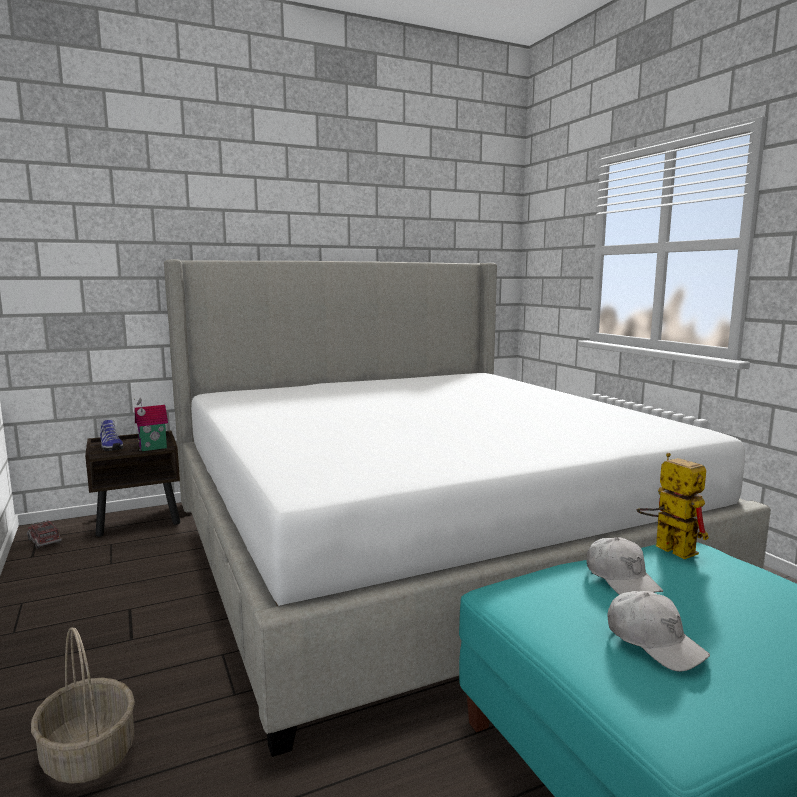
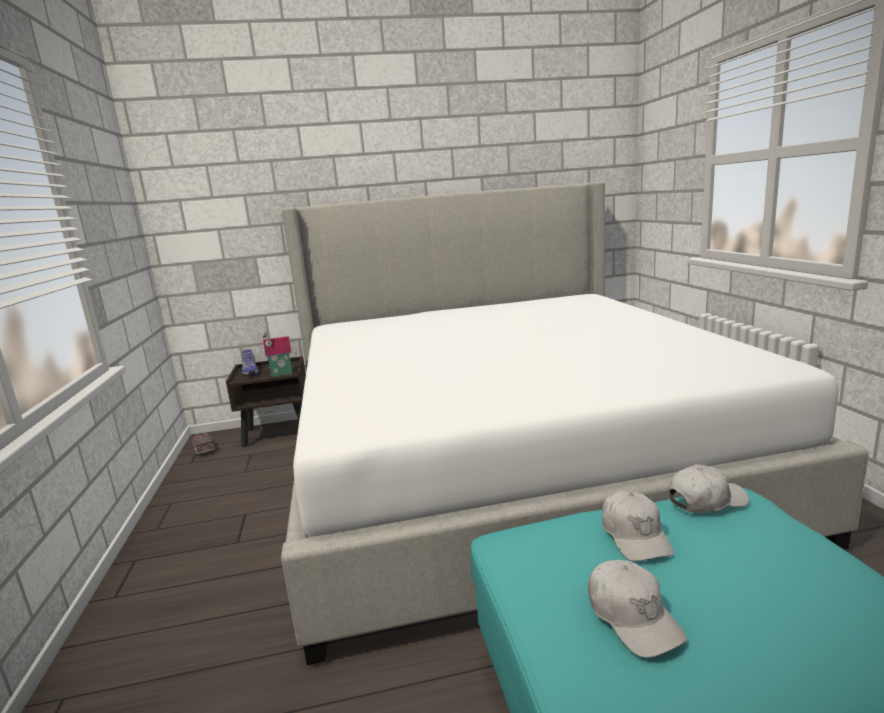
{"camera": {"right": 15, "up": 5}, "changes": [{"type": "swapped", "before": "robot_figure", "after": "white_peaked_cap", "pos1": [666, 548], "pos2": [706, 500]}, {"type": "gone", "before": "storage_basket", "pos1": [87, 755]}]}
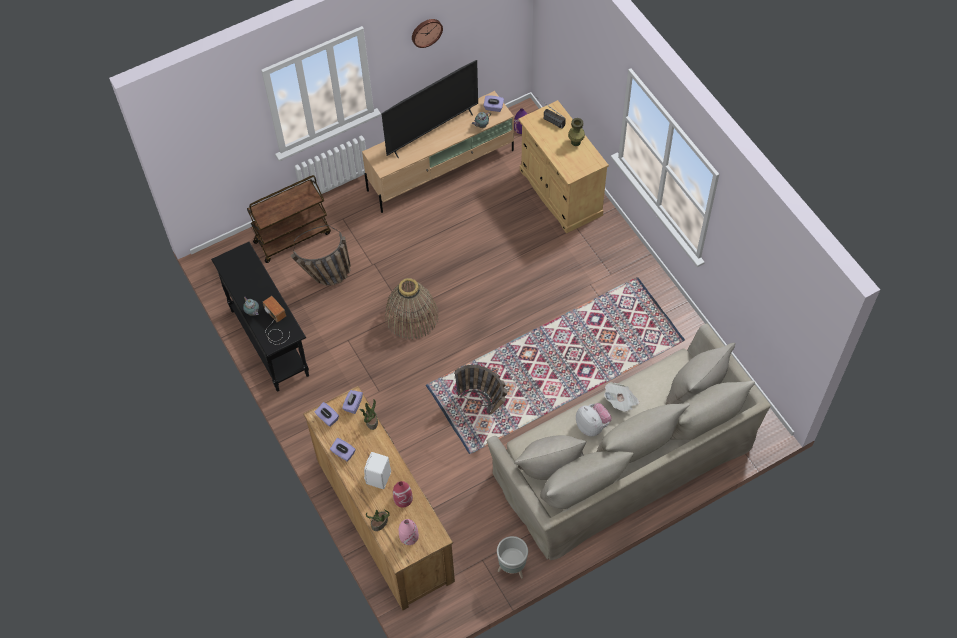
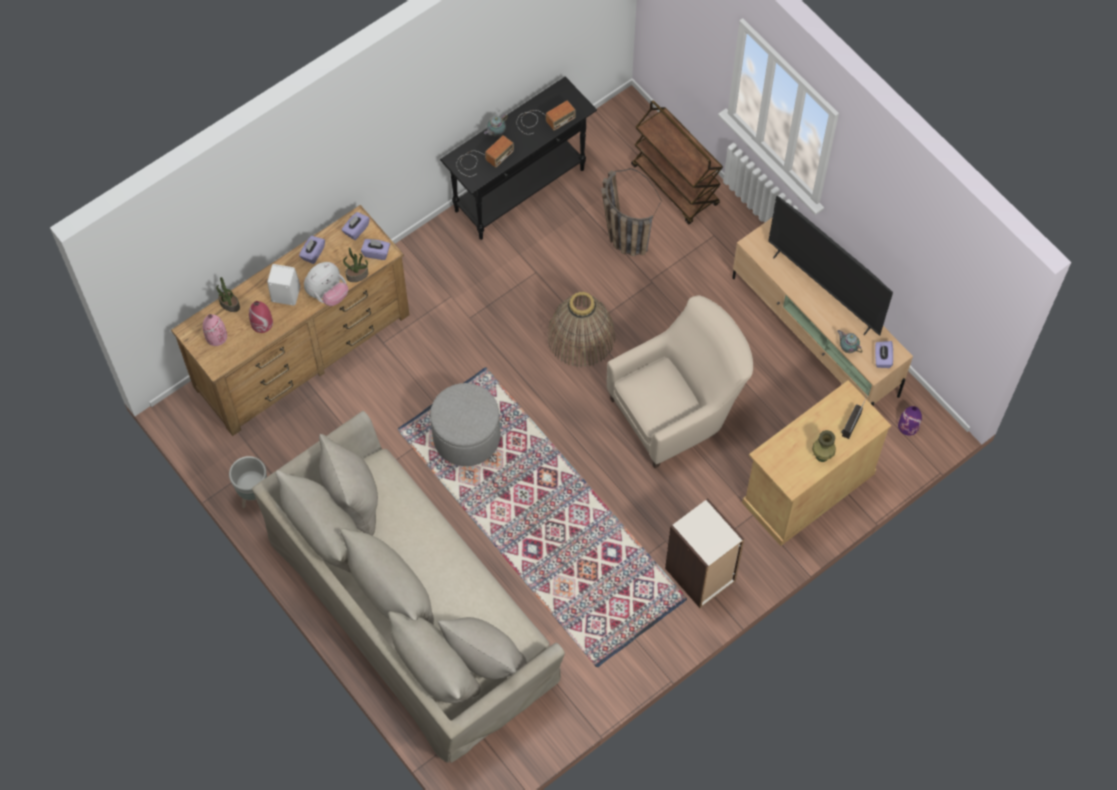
{"camera": {"right": 80, "up": 5}, "changes": [{"type": "shifted", "before": "cuddly_toy", "pos1": [592, 426], "pos2": [327, 294]}, {"type": "swapped", "before": "storage_basket", "after": "gray_footrest", "pos1": [484, 405], "pos2": [466, 436]}, {"type": "new", "after": "radio_set", "pos2": [543, 120]}, {"type": "new", "after": "beige_lounge_chair", "pos2": [678, 410]}, {"type": "new", "after": "bookshelf", "pos2": [700, 575]}, {"type": "gone", "before": "hanging_clock", "pos1": [426, 32]}, {"type": "gone", "before": "printed_paper", "pos1": [621, 401]}]}
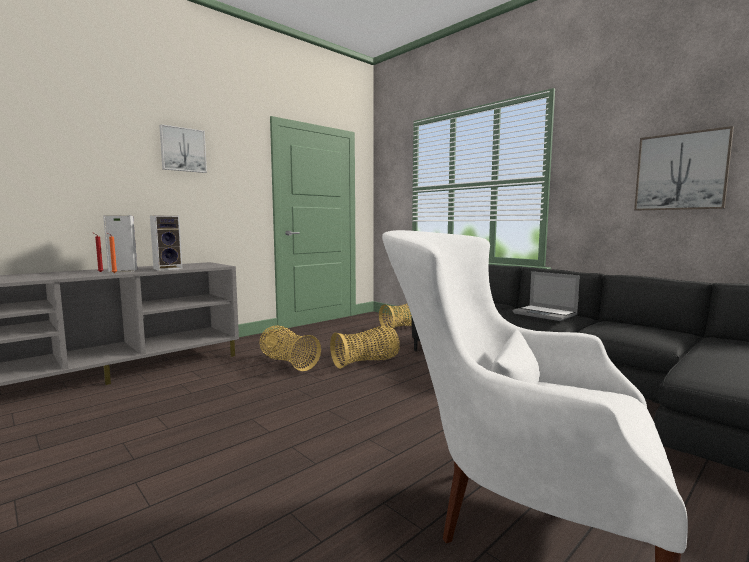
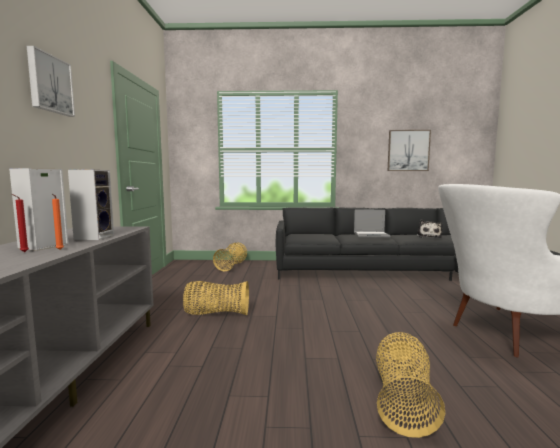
{"camera": {"right": -45, "up": 0}, "changes": [{"type": "shifted", "before": "storage_basket", "pos1": [366, 362], "pos2": [403, 400]}, {"type": "new", "after": "cuddly_toy", "pos2": [428, 236]}]}
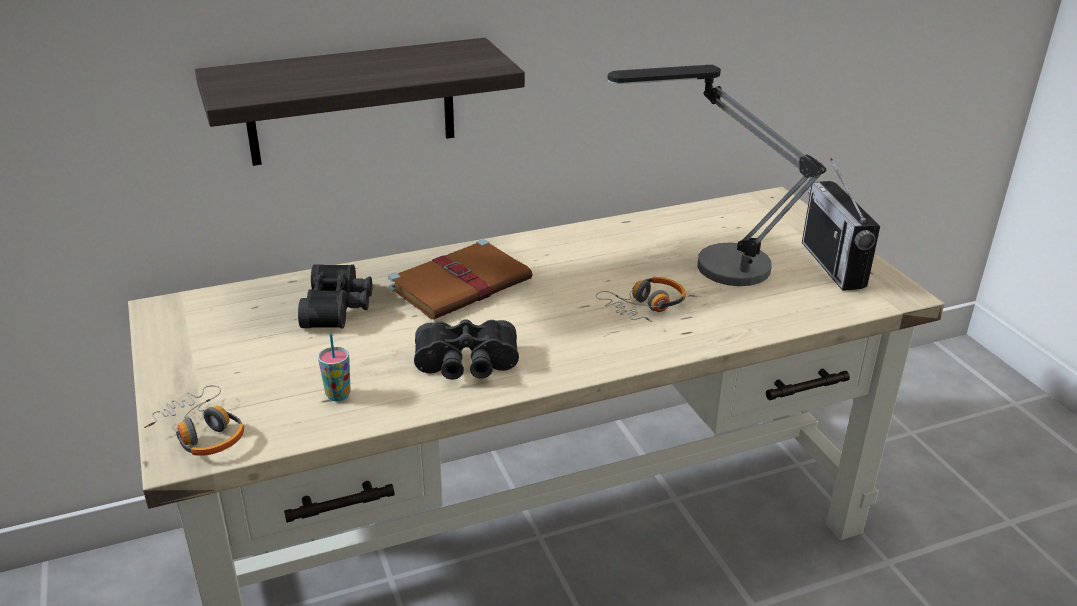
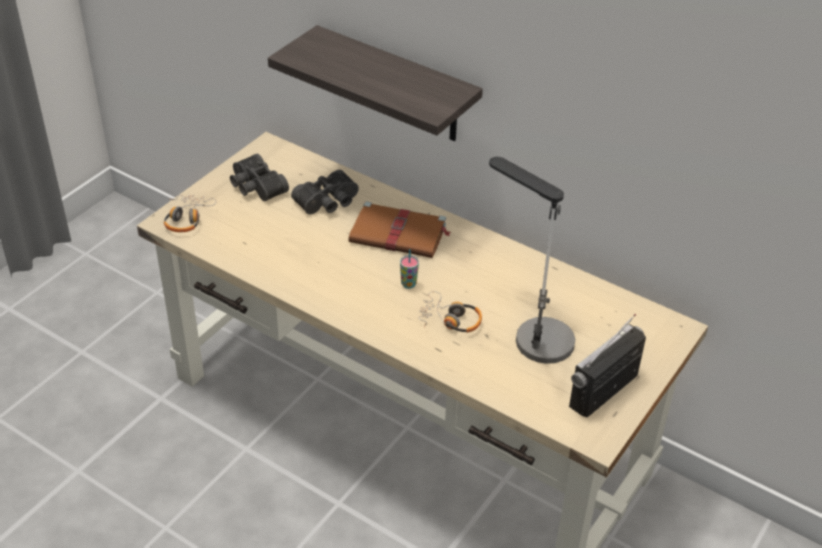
{"camera": {"right": 55, "up": 10}, "changes": [{"type": "shifted", "before": "blackish_binoculars", "pos1": [466, 365], "pos2": [255, 187]}, {"type": "shifted", "before": "small_cup", "pos1": [338, 395], "pos2": [408, 284]}]}
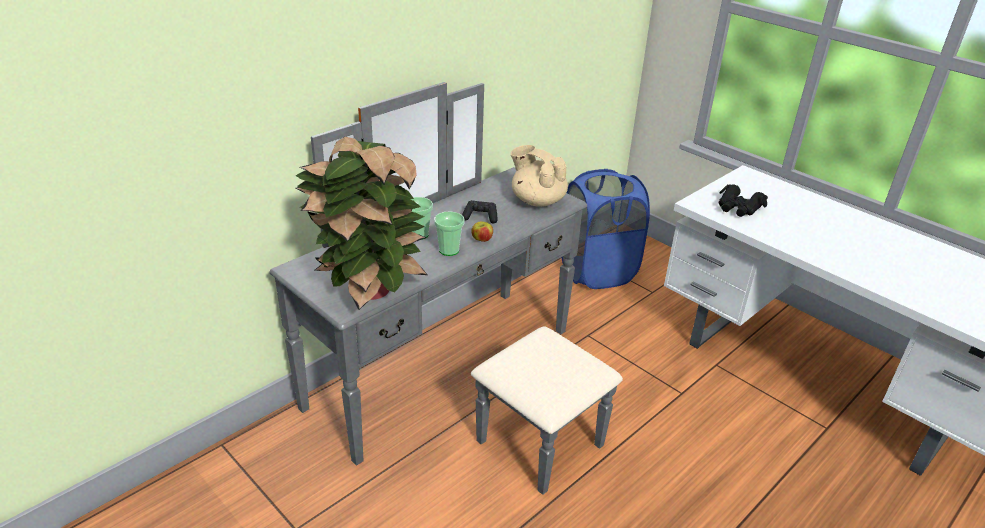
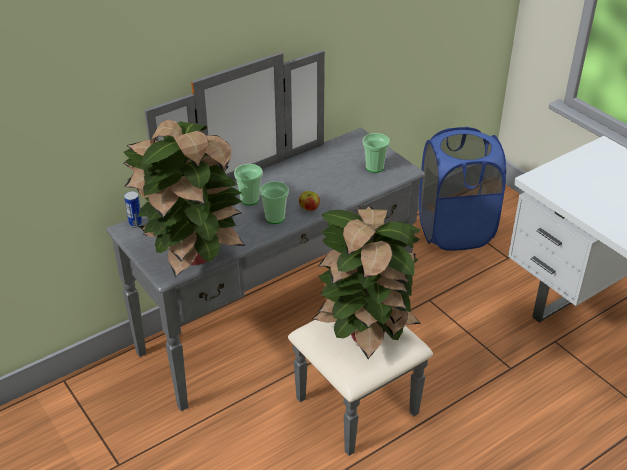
{"camera": {"right": 10, "up": 5}, "changes": [{"type": "new", "after": "can", "pos2": [135, 223]}, {"type": "new", "after": "plant_in_a_pot", "pos2": [366, 331]}, {"type": "swapped", "before": "beige_pot_for_tea", "after": "small_cup", "pos1": [537, 200], "pos2": [374, 167]}, {"type": "gone", "before": "blackish_game_controller", "pos1": [480, 217]}, {"type": "gone", "before": "blackish_binoculars", "pos1": [738, 207]}]}
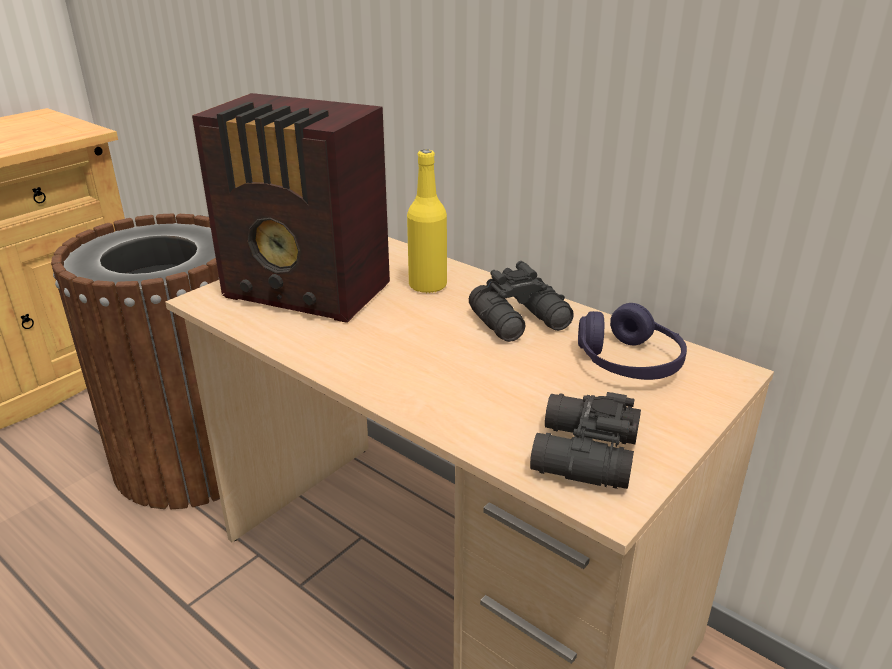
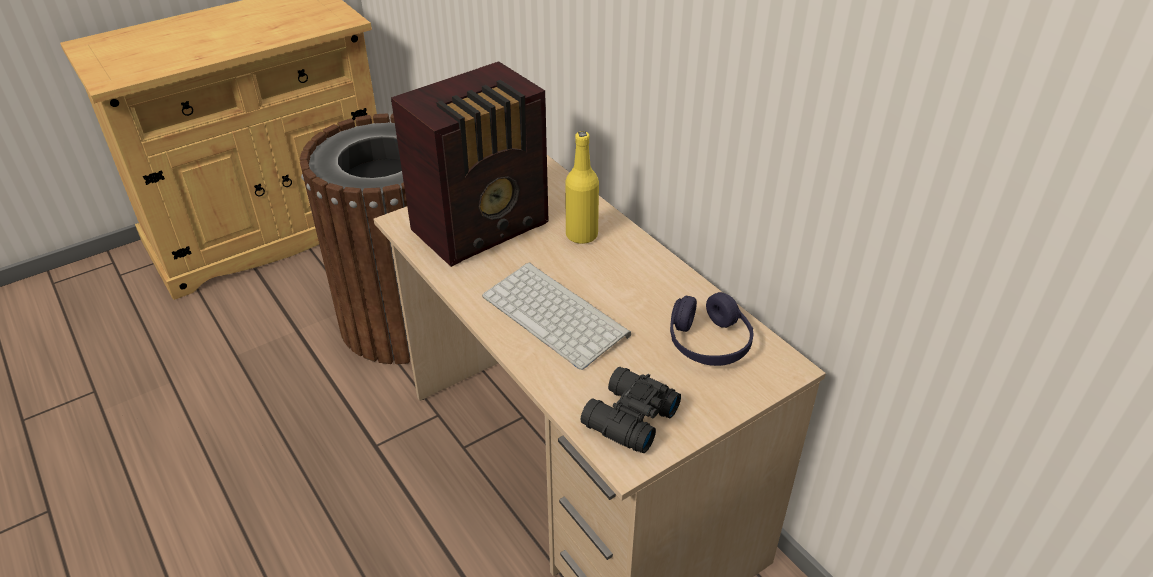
{"camera": {"right": 15, "up": 10}, "changes": [{"type": "rotated", "before": "radio_set", "pos1": [308, 293], "pos2": [484, 227], "turn": -75}, {"type": "new", "after": "keyboard", "pos2": [558, 315]}, {"type": "gone", "before": "blackish_binoculars", "pos1": [522, 321]}]}
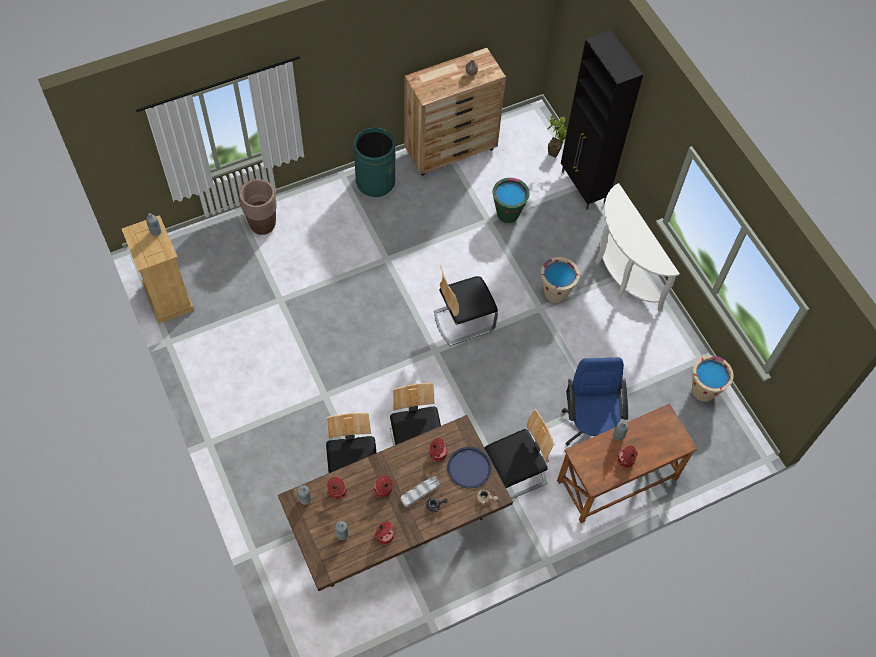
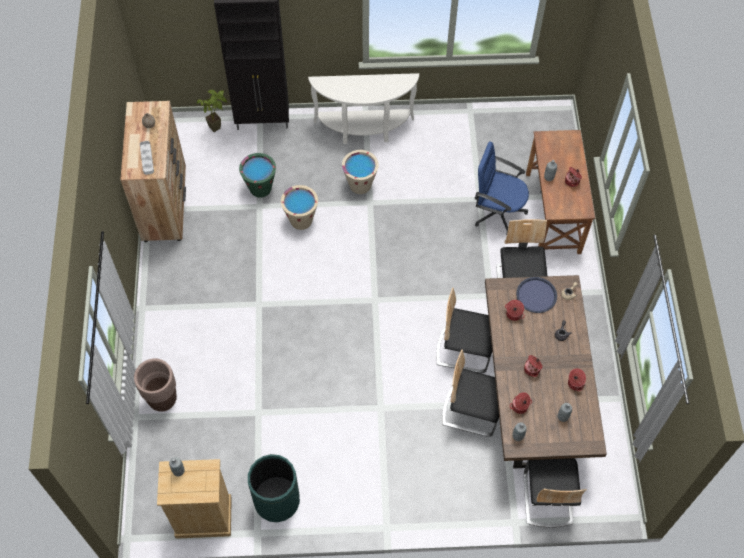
{"camera": {"right": -65, "up": 0}, "changes": [{"type": "shifted", "before": "gray_carrying_tray", "pos1": [420, 492], "pos2": [147, 159]}, {"type": "shifted", "before": "green-coloured_rubbish_bin", "pos1": [375, 182], "pos2": [276, 500]}, {"type": "shifted", "before": "beige_water_bucket", "pos1": [703, 390], "pos2": [301, 220]}, {"type": "shifted", "before": "upright_chair", "pos1": [463, 320], "pos2": [547, 498]}]}
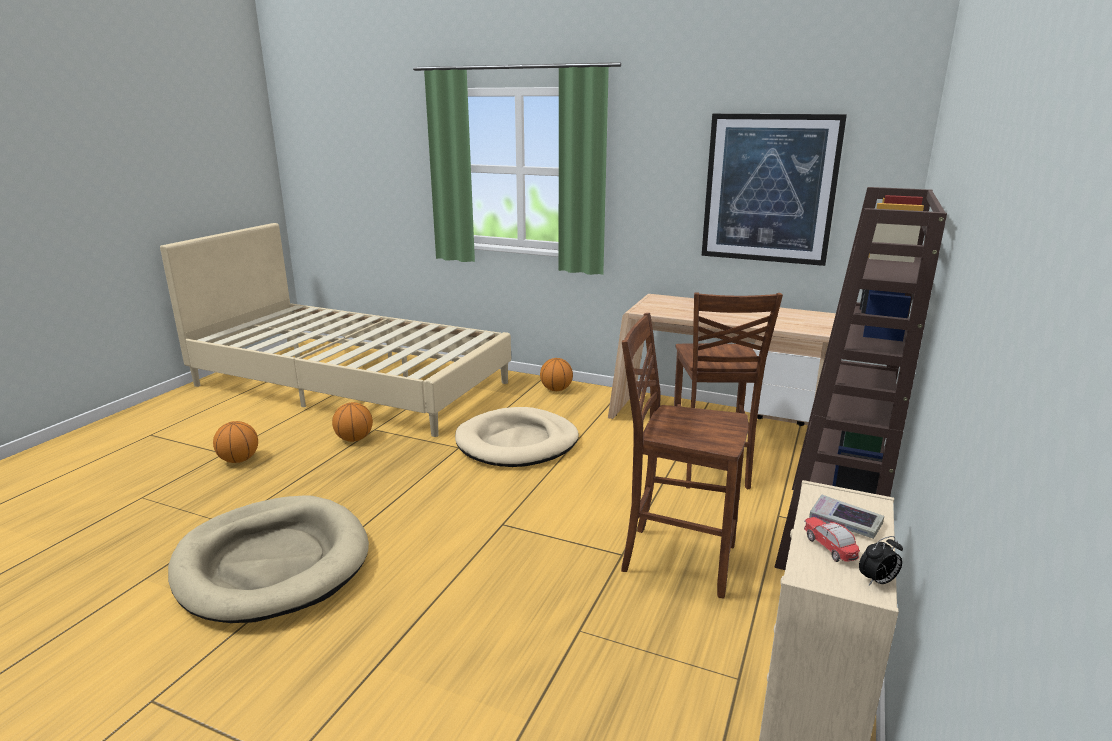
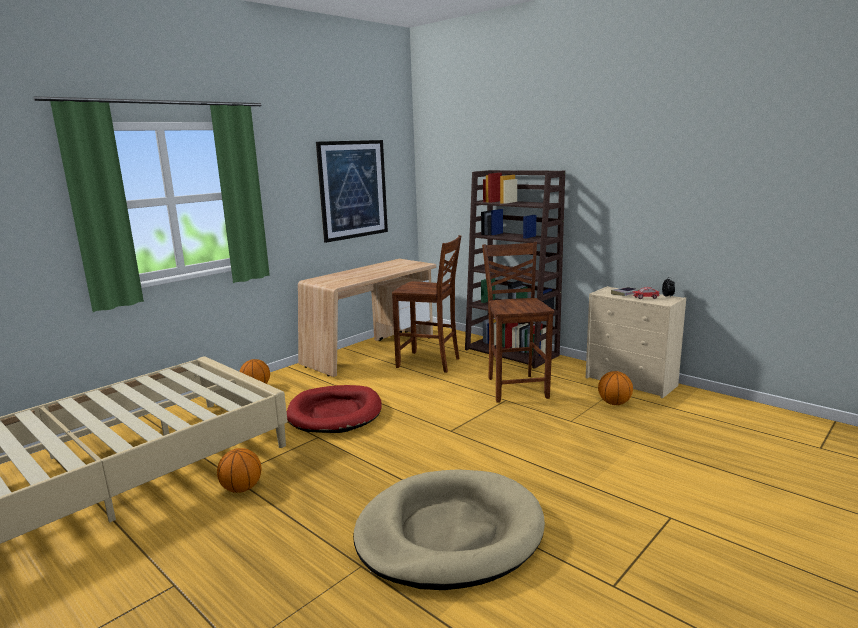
{"camera": {"right": -70, "up": -5}, "changes": [{"type": "repainted", "before": "beige_dog_bed", "after": "red-coloured_dog_bed", "pos1": [517, 443], "pos2": [335, 413]}, {"type": "rotated", "before": "brownish_upright_chair", "pos1": [675, 558], "pos2": [516, 387], "turn": 135}, {"type": "shifted", "before": "basketball", "pos1": [239, 460], "pos2": [614, 403]}]}
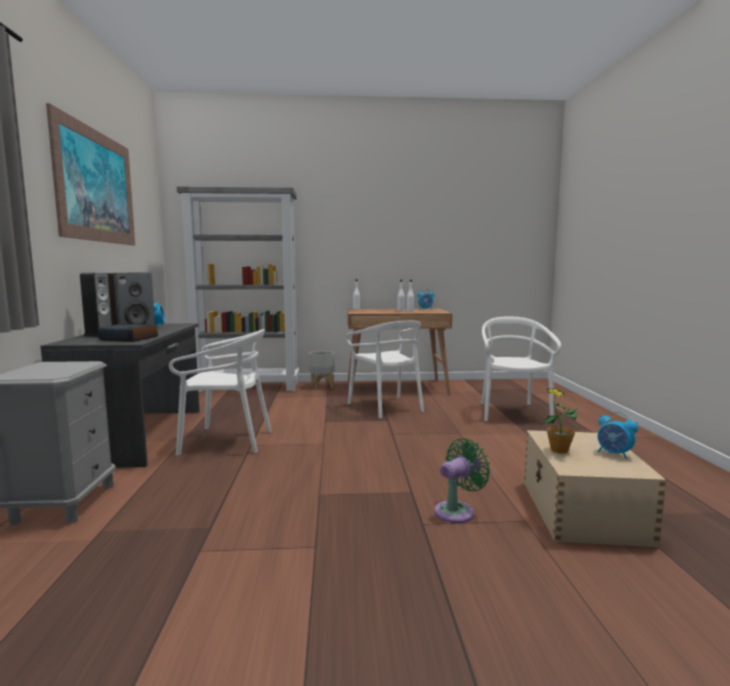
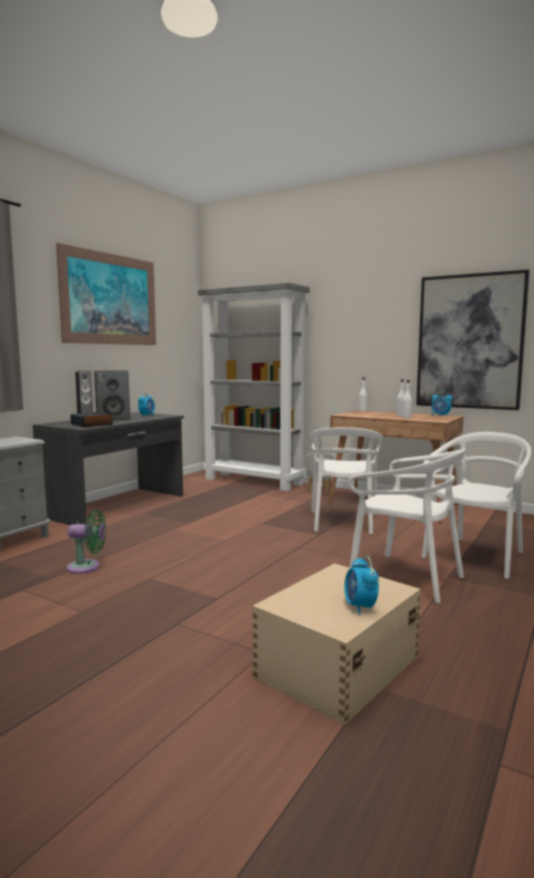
{"camera": {"right": 35, "up": 0}, "changes": [{"type": "shifted", "before": "green-coloured_fan", "pos1": [457, 511], "pos2": [87, 567]}, {"type": "shifted", "before": "white_upright_chair", "pos1": [226, 441], "pos2": [405, 578]}, {"type": "new", "after": "picture", "pos2": [469, 342]}, {"type": "gone", "before": "plant_in_a_pot", "pos1": [559, 450]}]}
